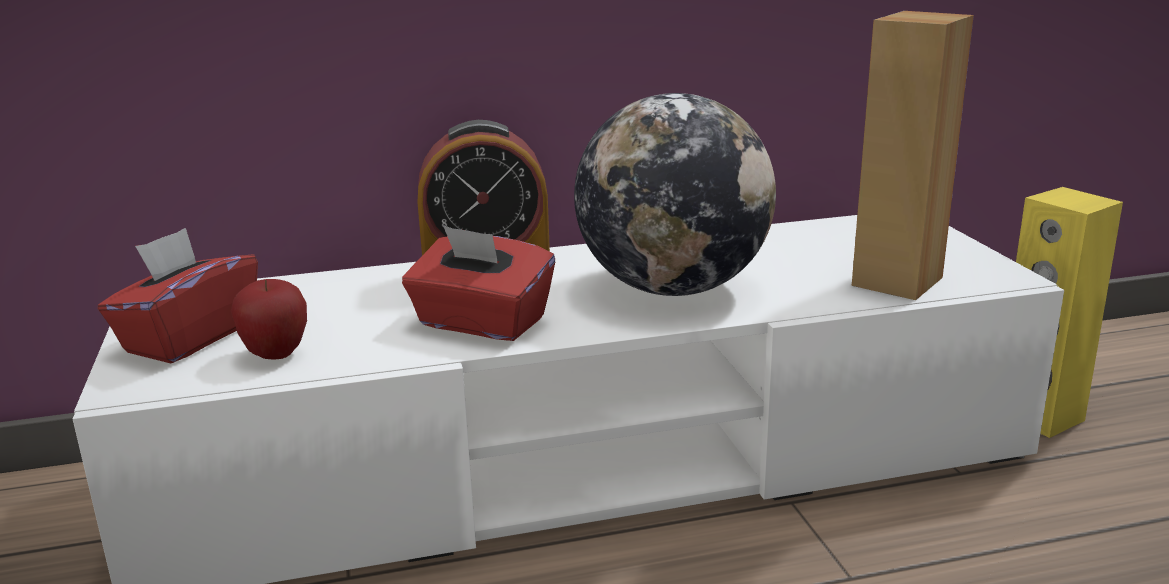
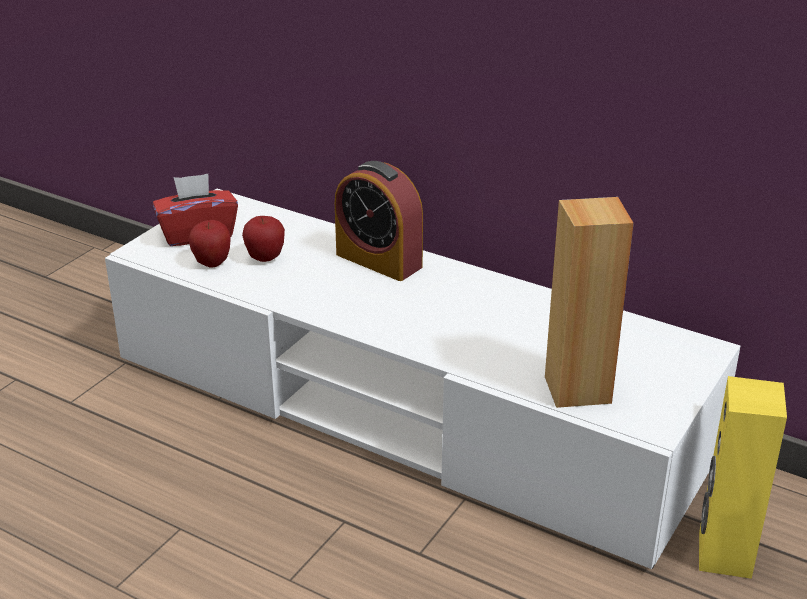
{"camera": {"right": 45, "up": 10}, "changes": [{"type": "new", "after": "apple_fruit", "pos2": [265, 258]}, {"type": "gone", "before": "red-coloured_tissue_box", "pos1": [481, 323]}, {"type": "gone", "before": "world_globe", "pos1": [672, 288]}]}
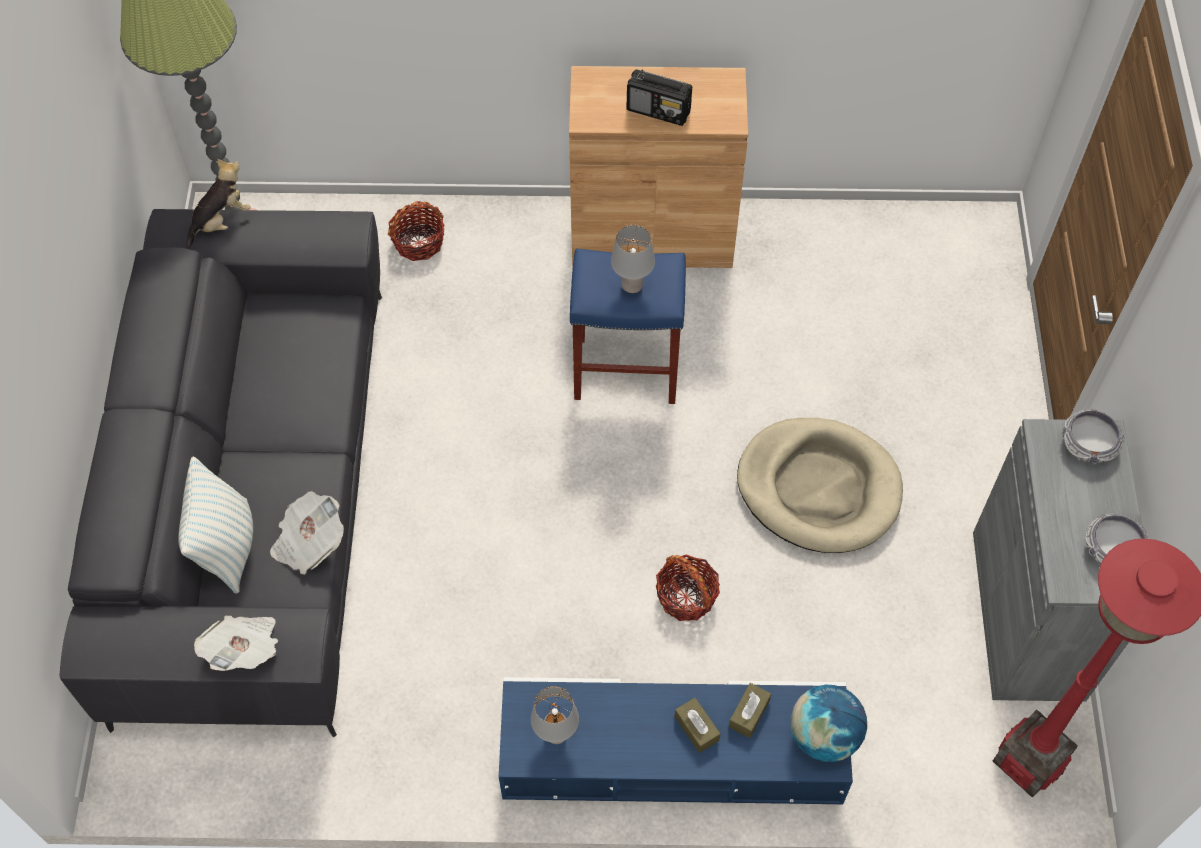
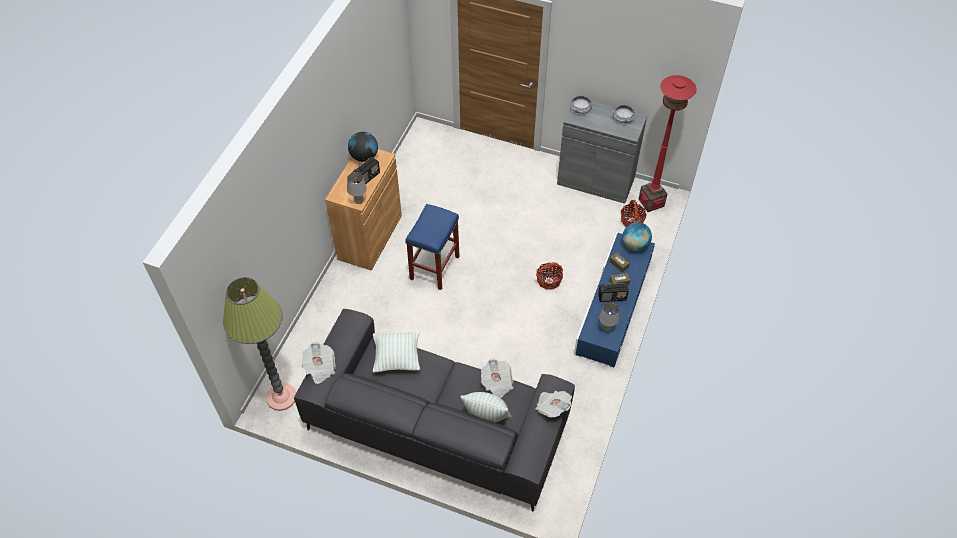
{"camera": {"right": -70, "up": -5}, "changes": [{"type": "swapped", "before": "cuddly_toy", "after": "printed_paper", "pos1": [221, 221], "pos2": [320, 368]}, {"type": "shifted", "before": "gray_table_lamp", "pos1": [631, 286], "pos2": [358, 201]}, {"type": "new", "after": "world_globe", "pos2": [364, 156]}, {"type": "new", "after": "pillow", "pos2": [397, 358]}, {"type": "new", "after": "radio_set", "pos2": [612, 297]}, {"type": "shifted", "before": "storage_basket", "pos1": [419, 242], "pos2": [632, 220]}, {"type": "gone", "before": "beige_dog_bed", "pos1": [818, 488]}]}
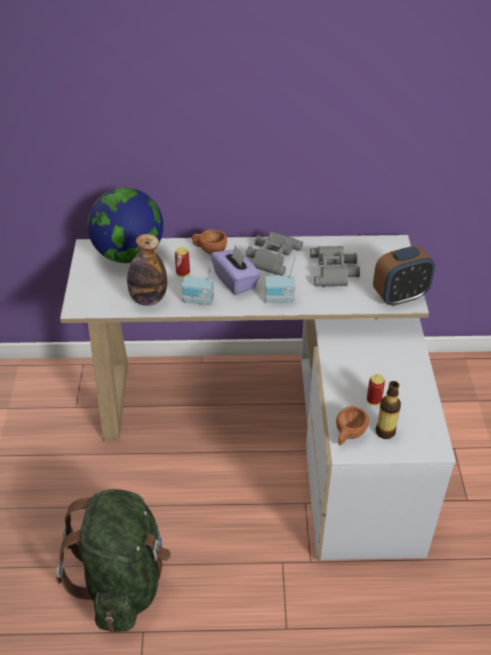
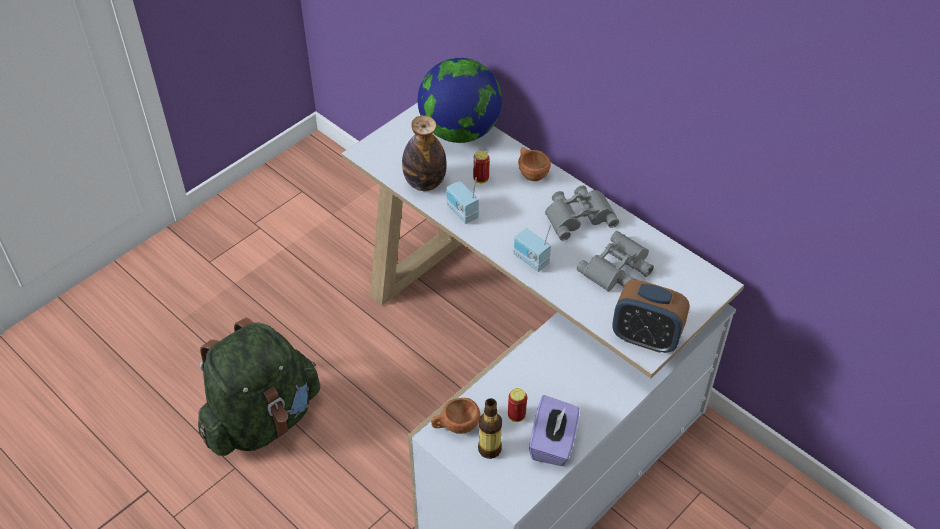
{"camera": {"right": 45, "up": 5}, "changes": [{"type": "shifted", "before": "purple_tissue_box", "pos1": [235, 281], "pos2": [553, 443]}]}
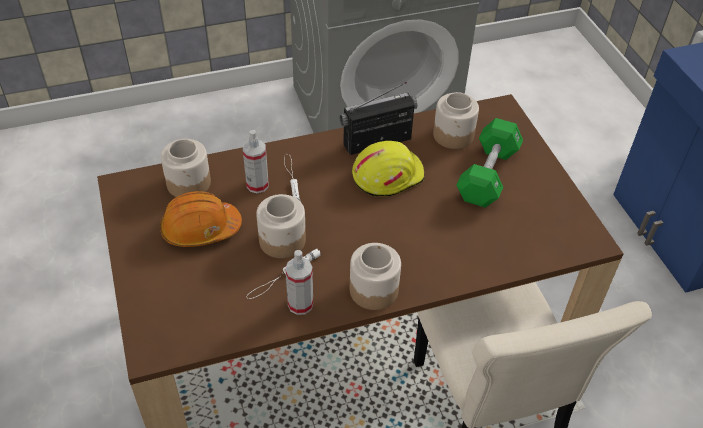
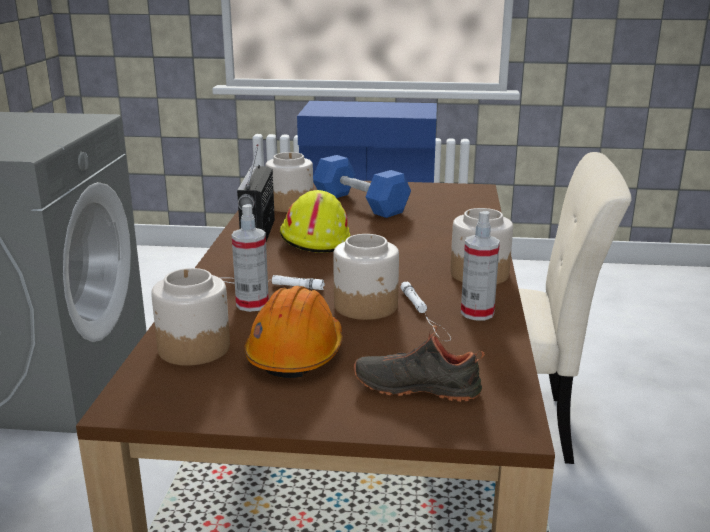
{"camera": {"right": -65, "up": -25}, "changes": [{"type": "repainted", "before": "green-coloured_hand_weight", "after": "blue_hand_weight", "pos1": [487, 175], "pos2": [360, 204]}, {"type": "new", "after": "blackish_low_shoe", "pos2": [417, 386]}]}
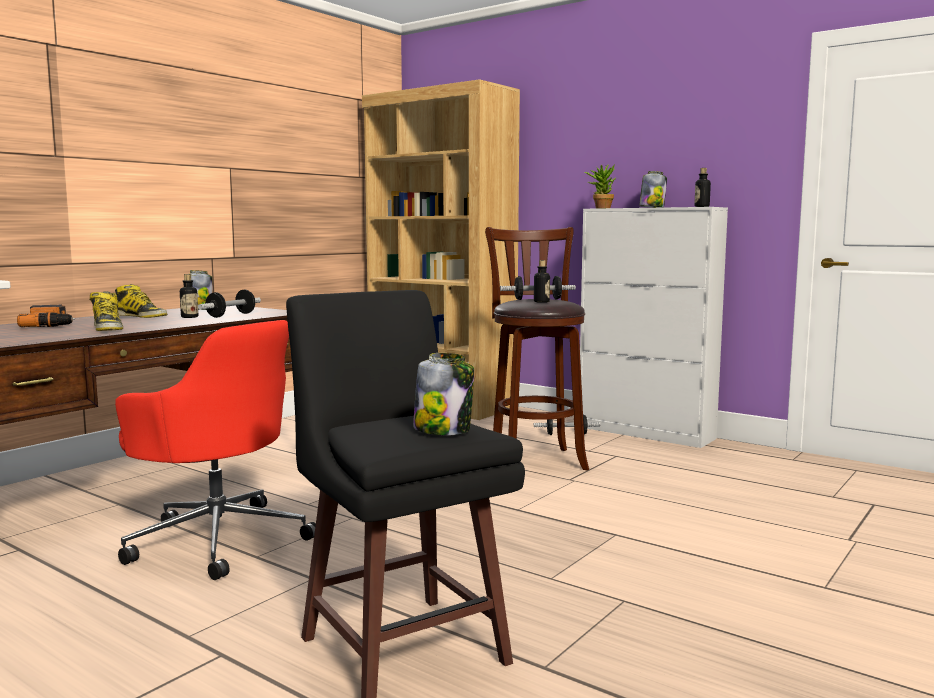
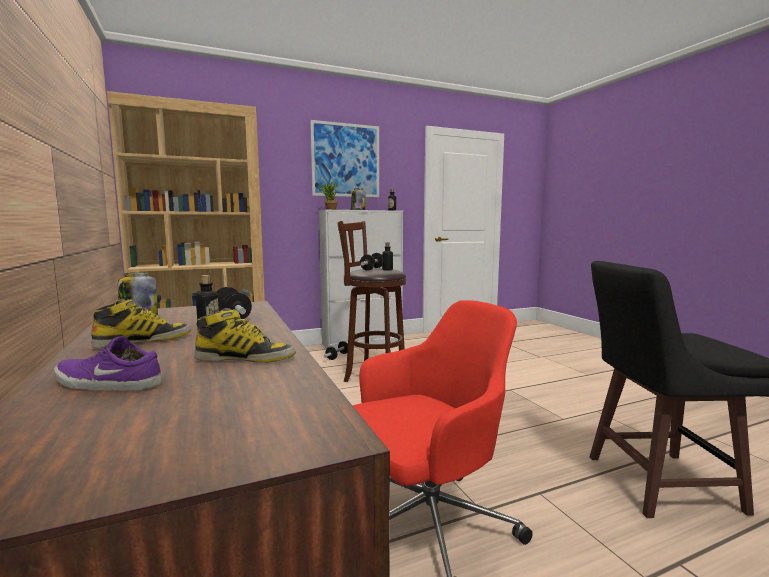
{"camera": {"right": -60, "up": 0}, "changes": [{"type": "swapped", "before": "drill", "after": "purple_low_shoe", "pos1": [50, 324], "pos2": [107, 383]}, {"type": "new", "after": "picture", "pos2": [346, 160]}, {"type": "gone", "before": "jar", "pos1": [443, 430]}]}
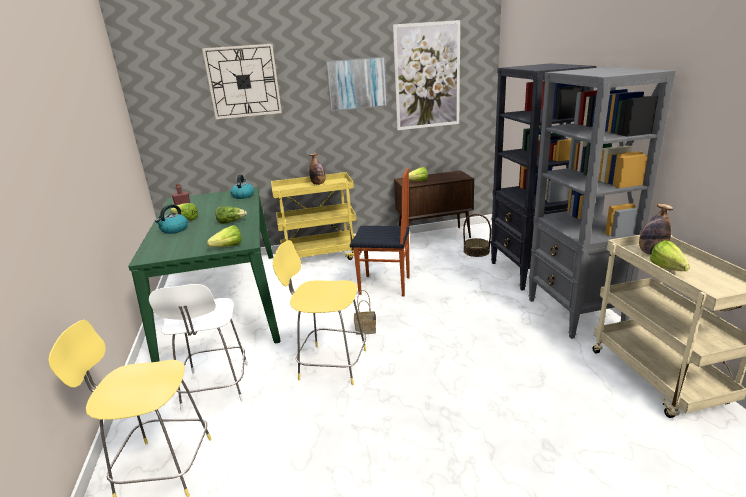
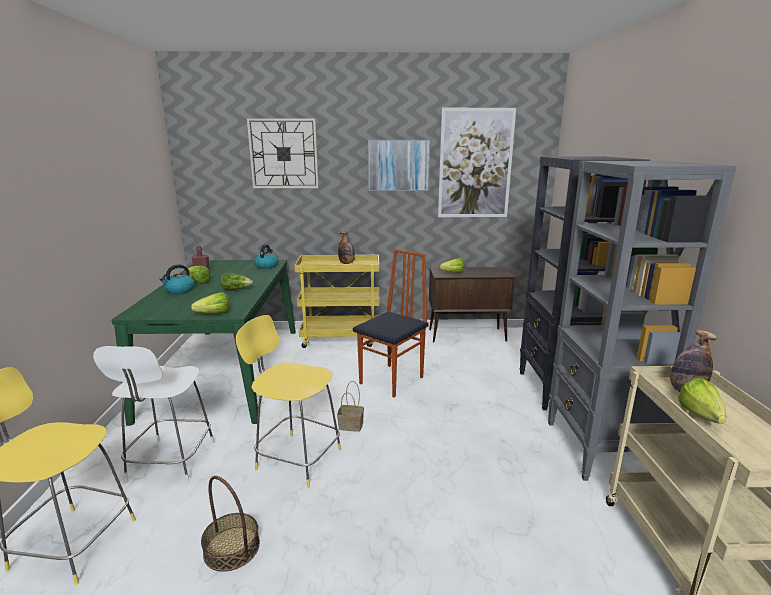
{"camera": {"right": 10, "up": -5}, "changes": [{"type": "shifted", "before": "storage_basket", "pos1": [476, 251], "pos2": [232, 548]}, {"type": "rotated", "before": "upright_chair", "pos1": [385, 286], "pos2": [392, 380], "turn": -75}]}
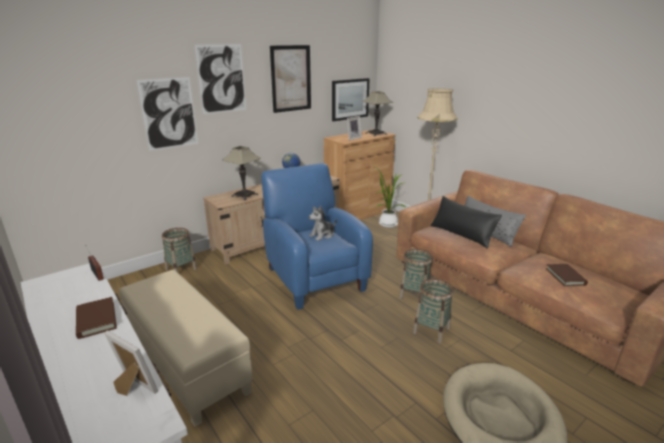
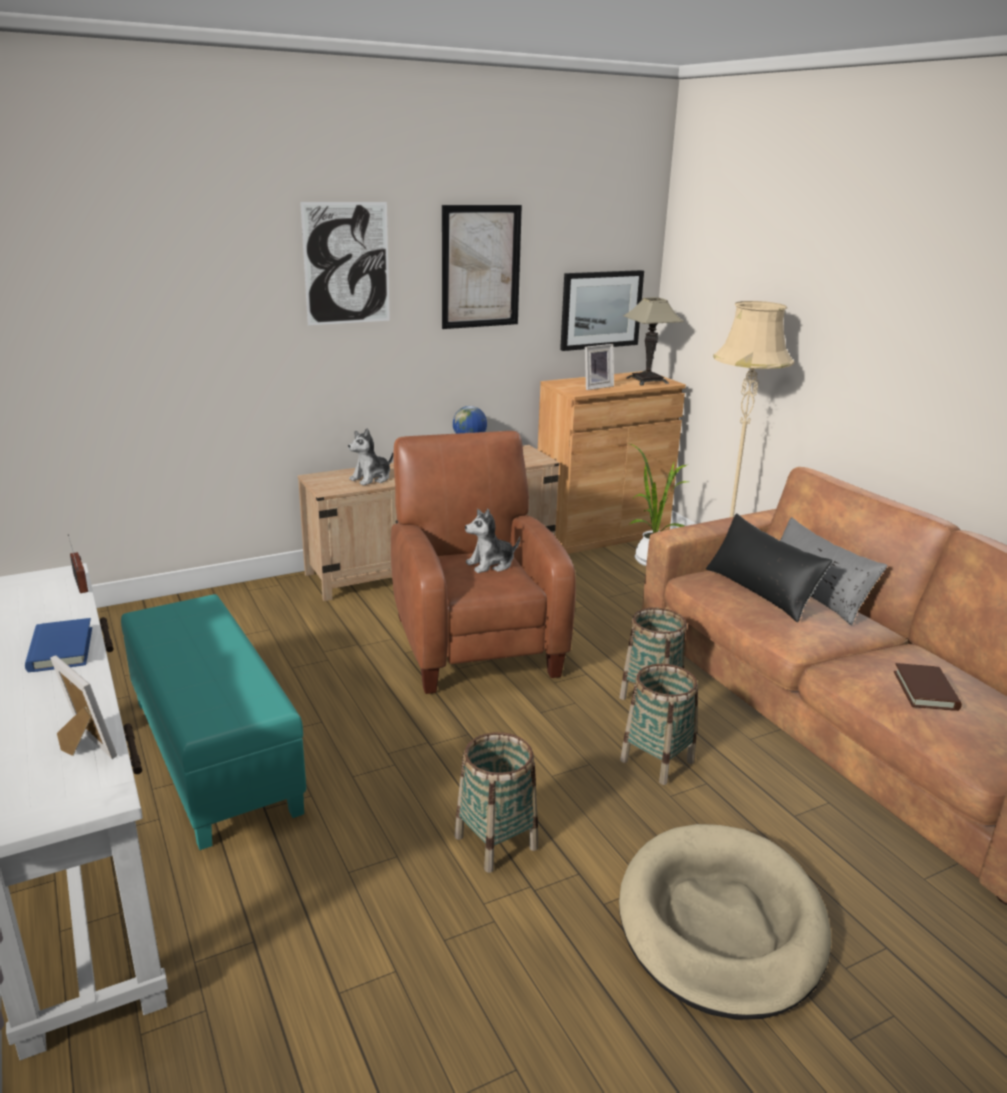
{"camera": {"right": 10, "up": 0}, "changes": [{"type": "repainted", "before": "brownish_bound_book", "after": "blue_bound_book", "pos1": [96, 320], "pos2": [60, 649]}, {"type": "repainted", "before": "beige_footrest", "after": "turquoise-coloured_footrest", "pos1": [186, 363], "pos2": [212, 754]}, {"type": "swapped", "before": "table_lamp", "after": "cuddly_toy", "pos1": [245, 195], "pos2": [371, 478]}, {"type": "repainted", "before": "blue_lounge_chair", "after": "brownish_lounge_chair", "pos1": [313, 277], "pos2": [473, 641]}, {"type": "shifted", "before": "storage_basket", "pos1": [181, 269], "pos2": [495, 842]}, {"type": "gone", "before": "picture", "pos1": [169, 113]}]}
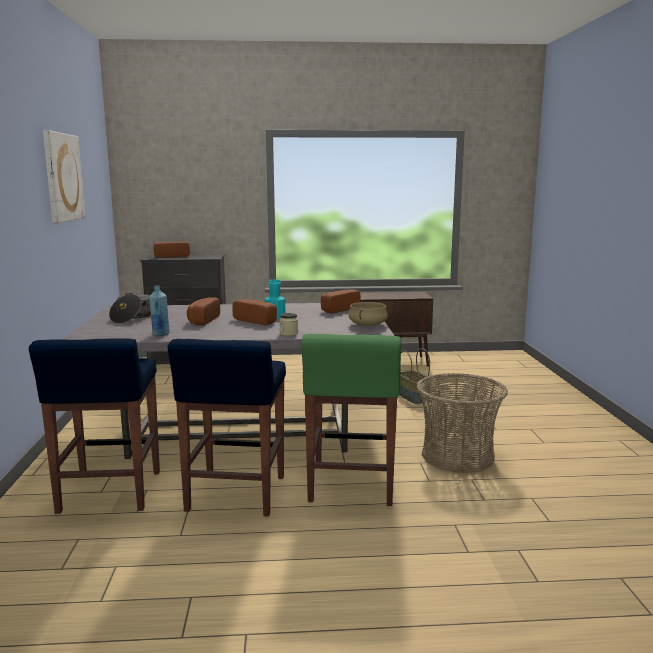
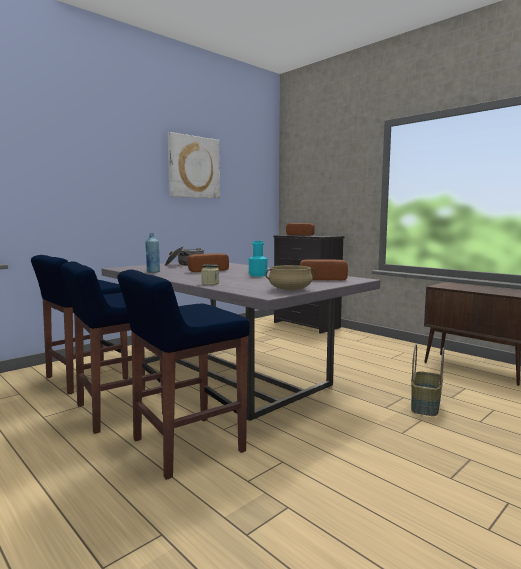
{"camera": {"right": 50, "up": -5}, "changes": [{"type": "repainted", "before": "green-coloured_stool_seat", "after": "blue_stool_seat", "pos1": [351, 486], "pos2": [186, 446]}, {"type": "gone", "before": "bakery_bread", "pos1": [257, 321]}, {"type": "gone", "before": "storage_basket", "pos1": [458, 456]}]}
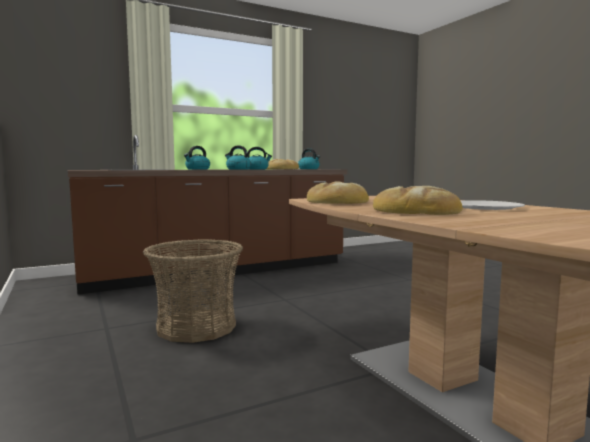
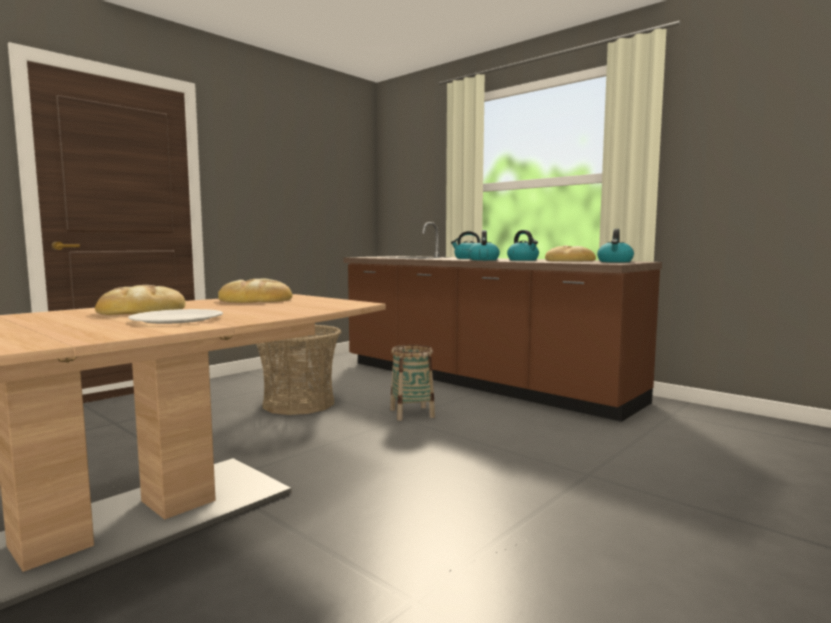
{"camera": {"right": 70, "up": 0}, "changes": [{"type": "new", "after": "storage_basket", "pos2": [412, 413]}]}
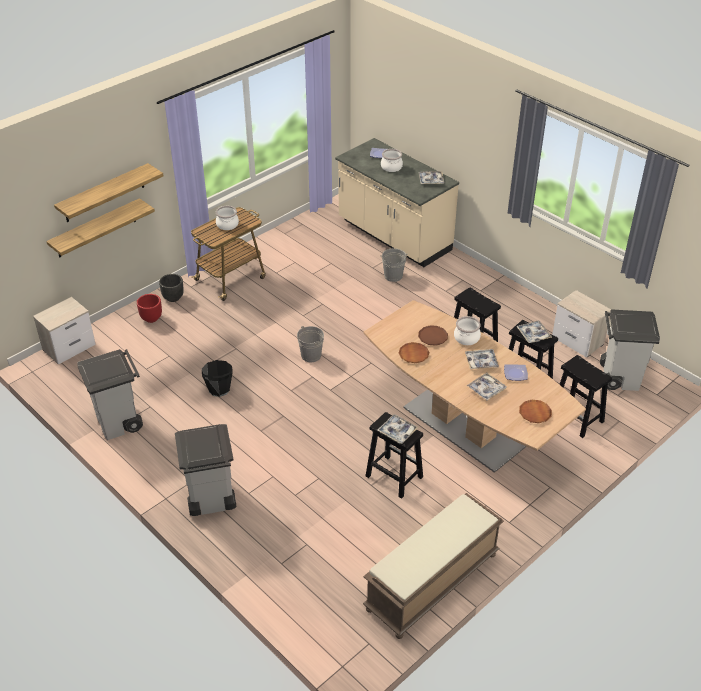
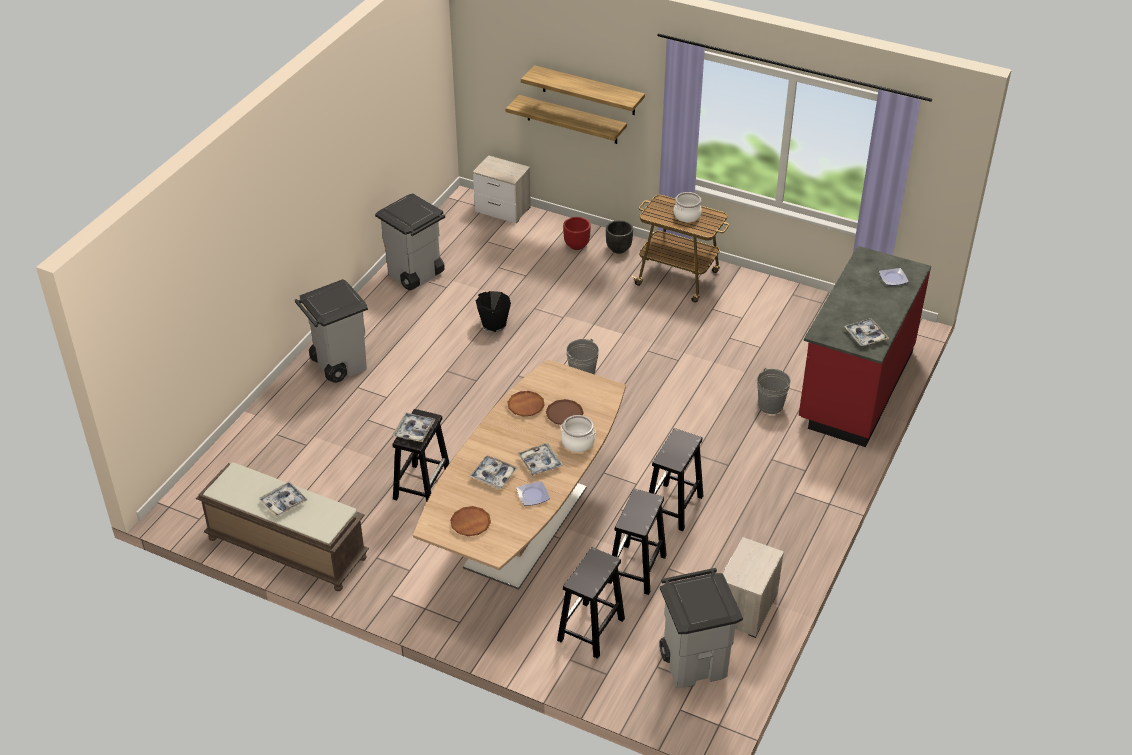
{"camera": {"right": 70, "up": 0}, "changes": [{"type": "shifted", "before": "carrying_tray", "pos1": [533, 334], "pos2": [283, 502]}, {"type": "repainted", "before": "beige_counter", "after": "red-coloured_counter", "pos1": [393, 236], "pos2": [854, 386]}, {"type": "gone", "before": "stockpot", "pos1": [391, 167]}]}
